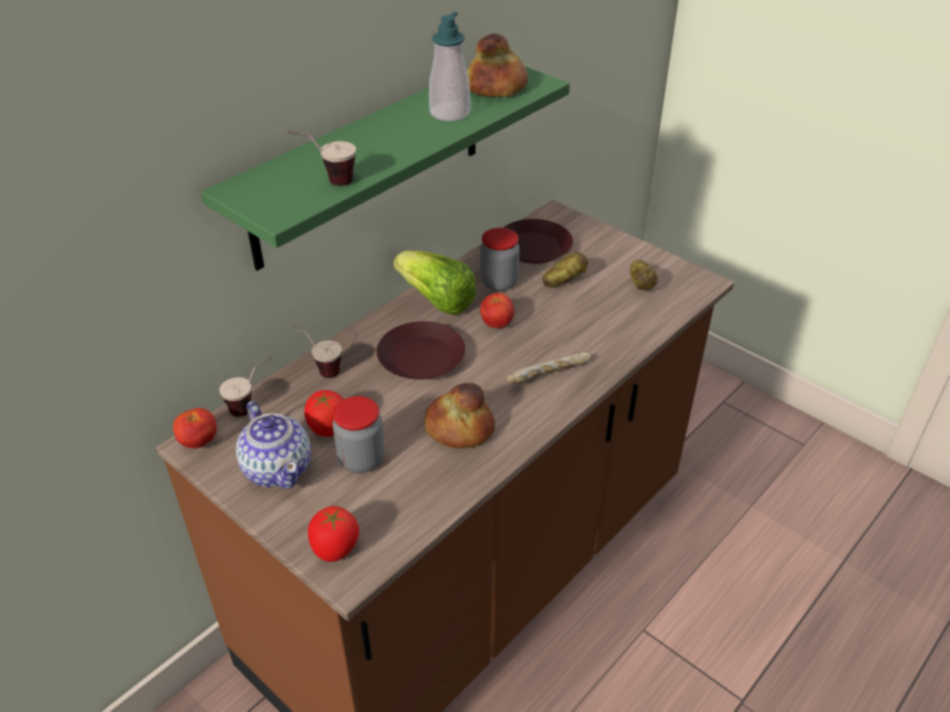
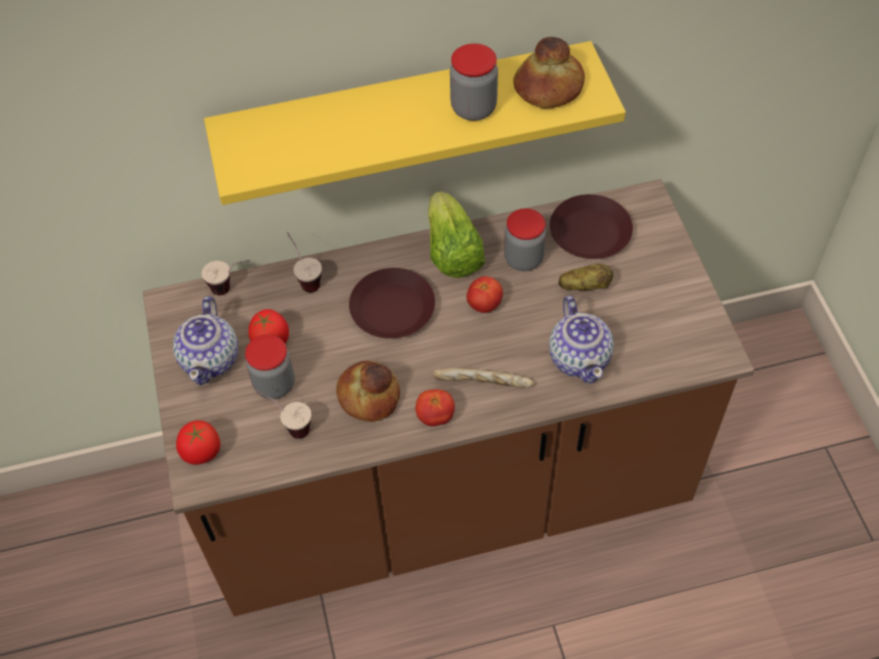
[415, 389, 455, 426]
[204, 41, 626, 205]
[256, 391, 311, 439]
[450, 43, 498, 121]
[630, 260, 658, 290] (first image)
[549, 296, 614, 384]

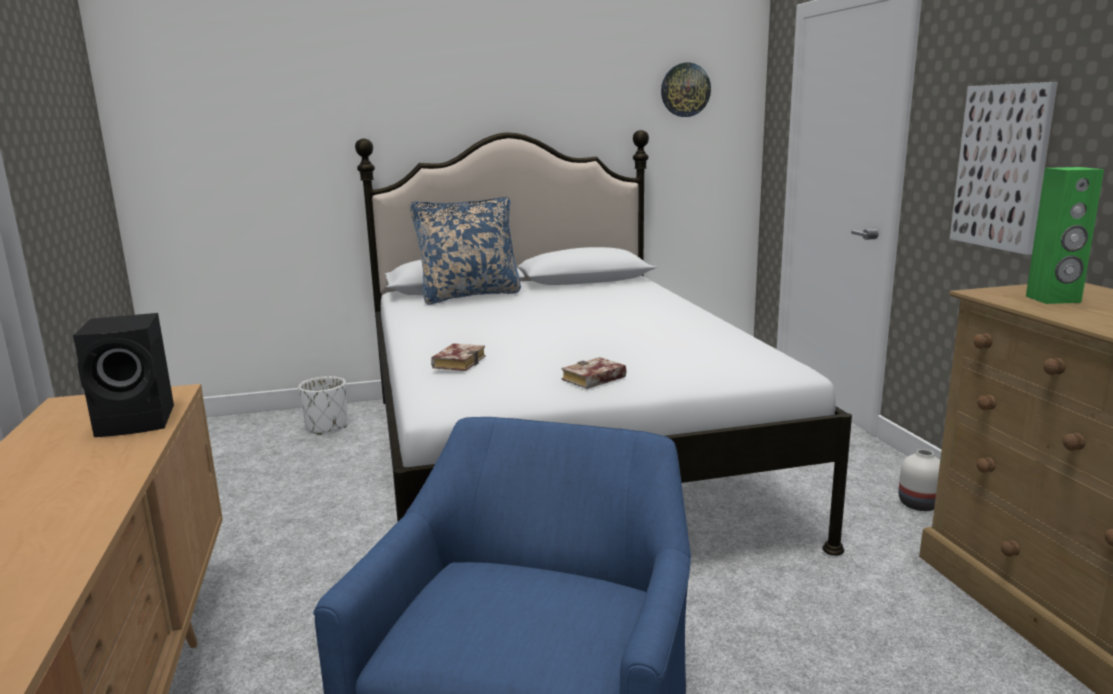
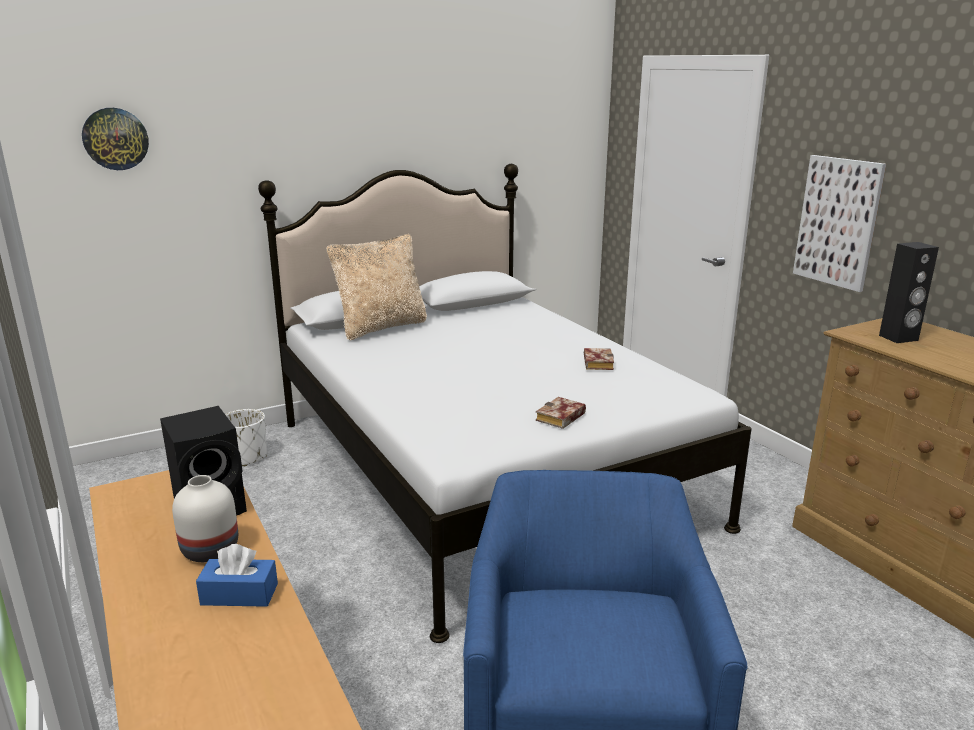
[326, 233, 427, 340]
[584, 348, 614, 370]
[82, 108, 149, 170]
[172, 475, 238, 562]
[879, 242, 939, 343]
[196, 544, 278, 607]

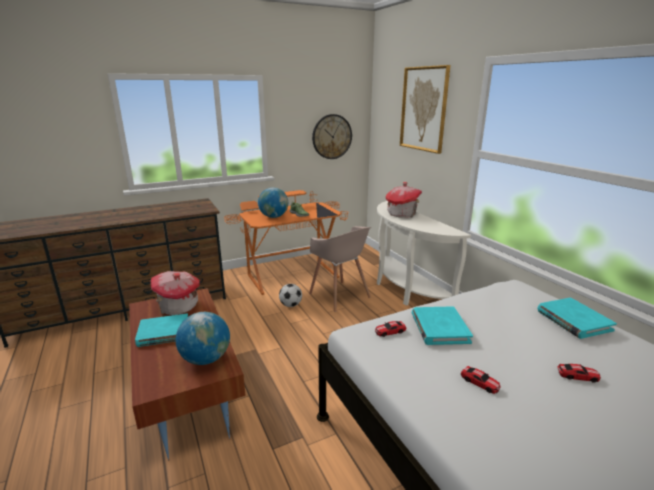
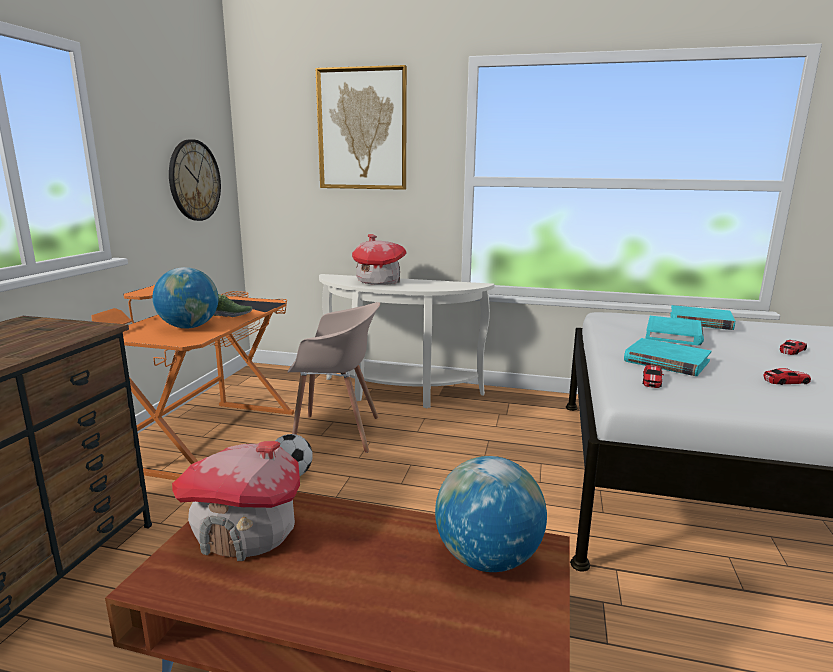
[645, 316, 704, 345]

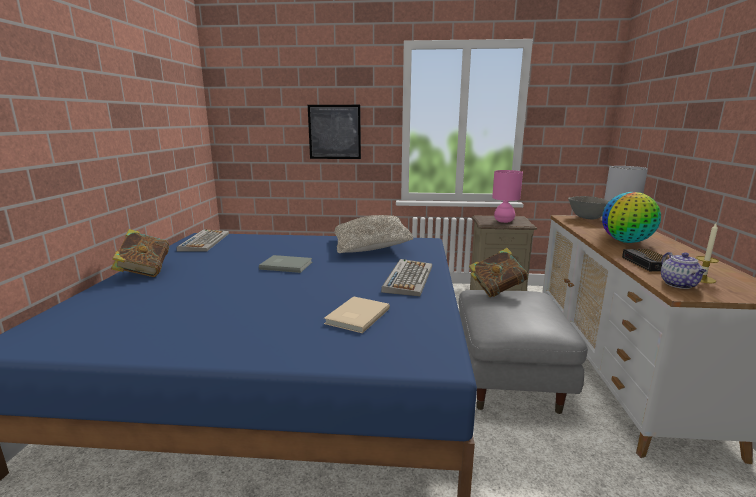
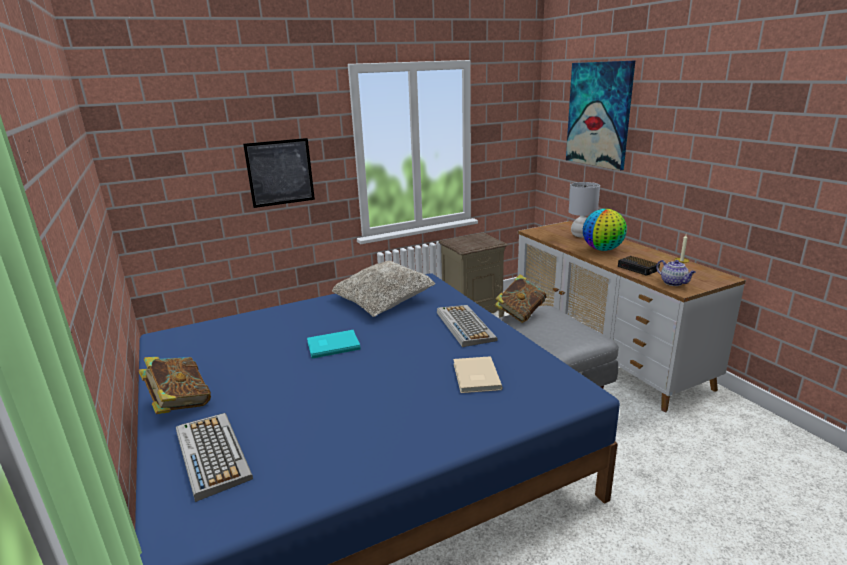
[176, 413, 253, 502]
[307, 330, 361, 359]
[492, 170, 523, 223] (first image)
[568, 196, 609, 219] (first image)
[566, 61, 635, 171]

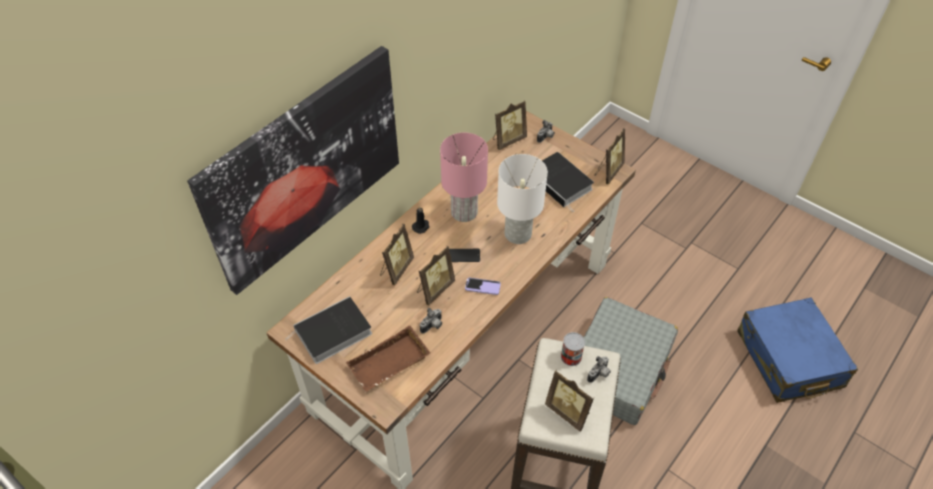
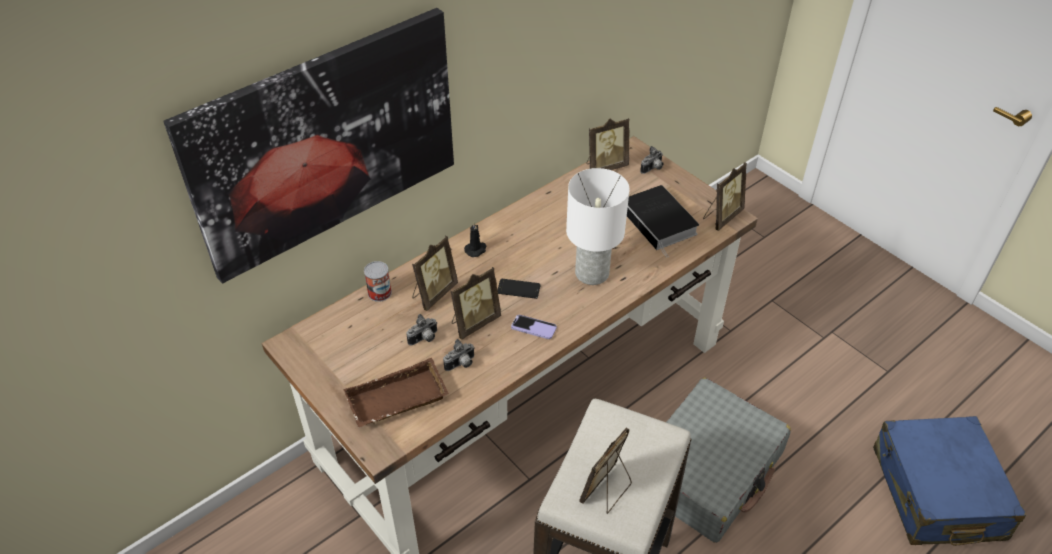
[286, 296, 372, 364] (first image)
[440, 133, 488, 222] (first image)
[579, 428, 632, 514]
[364, 261, 392, 302]
[406, 314, 437, 346]

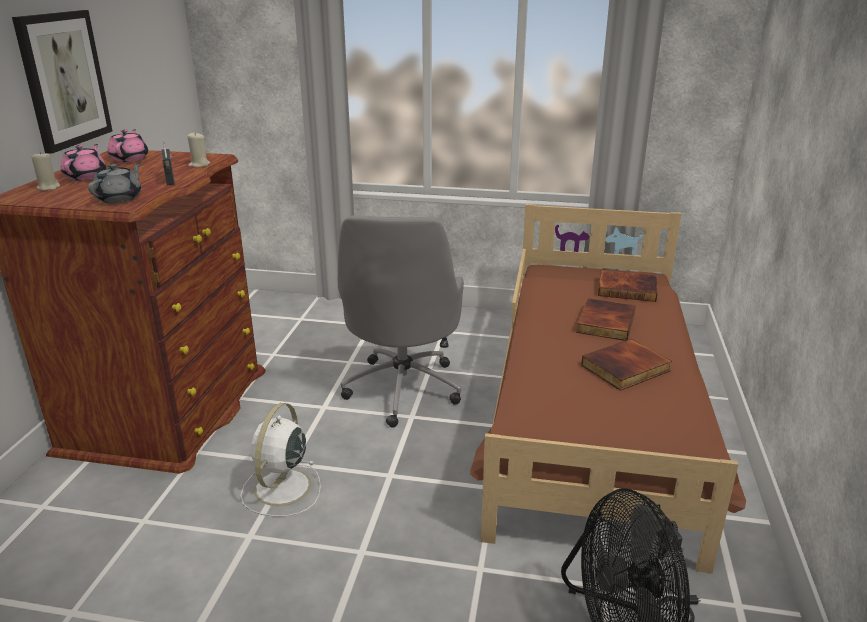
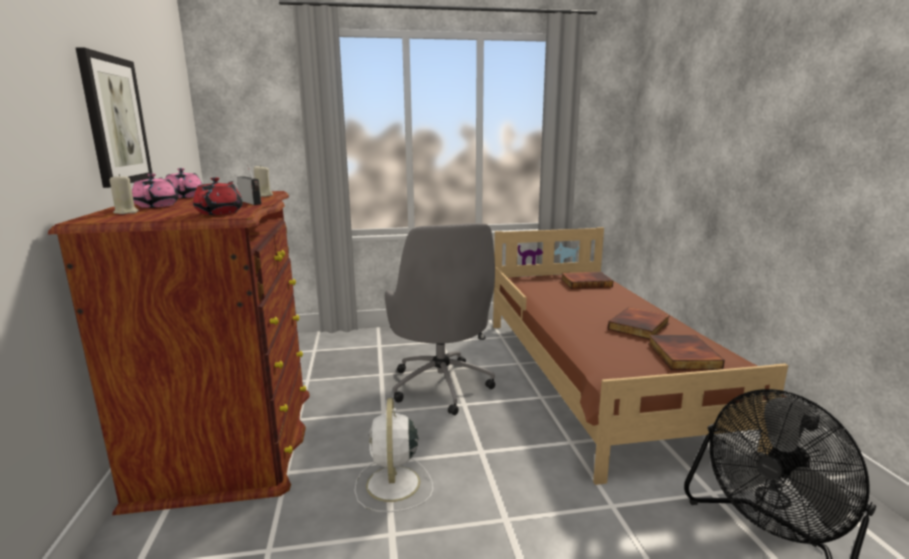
[193, 177, 243, 215]
[648, 335, 725, 370]

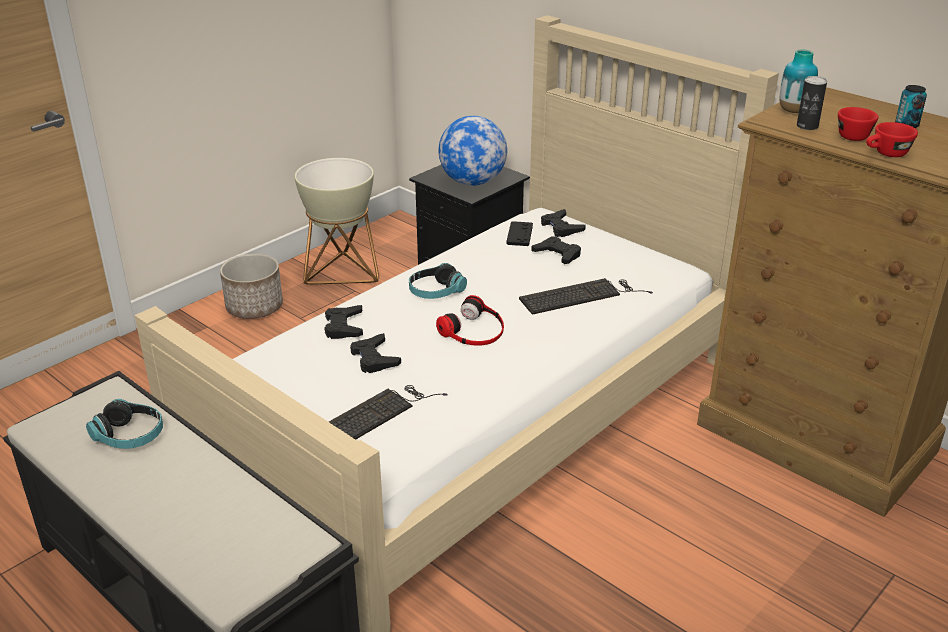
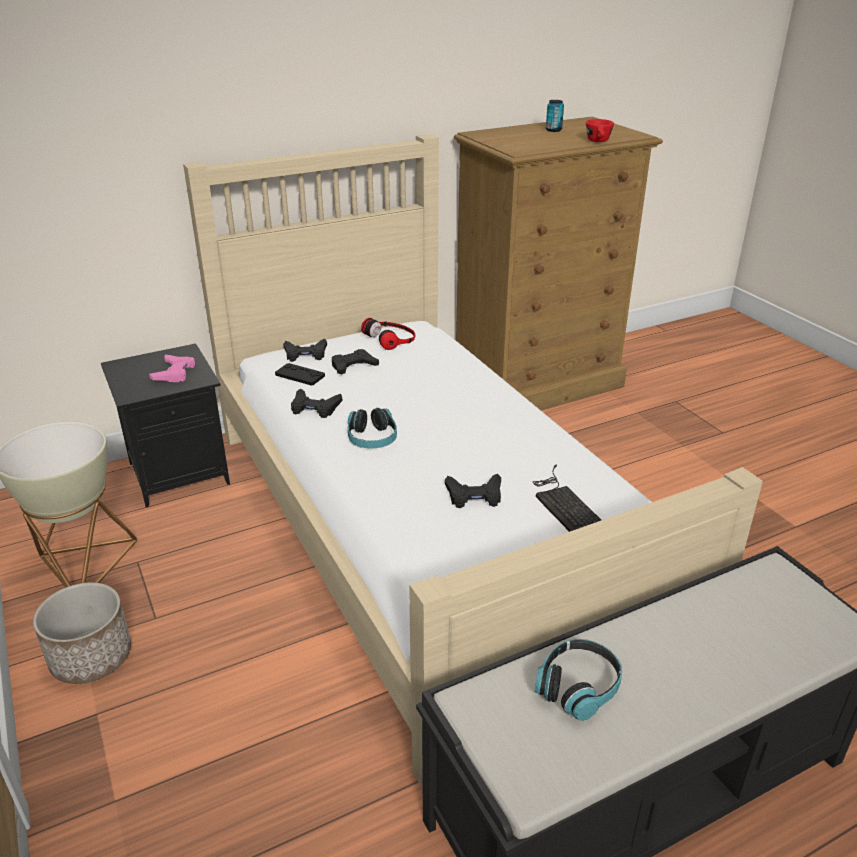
[291, 389, 342, 418]
[361, 318, 415, 350]
[149, 355, 195, 382]
[519, 278, 653, 315] (first image)
[780, 50, 818, 113] (first image)
[797, 76, 827, 130] (first image)
[838, 107, 878, 141] (first image)

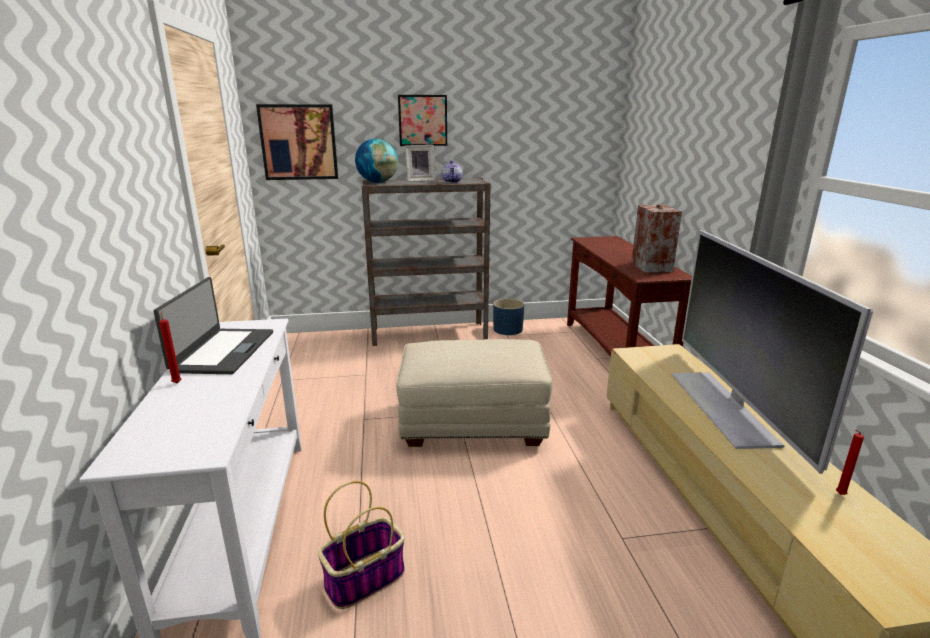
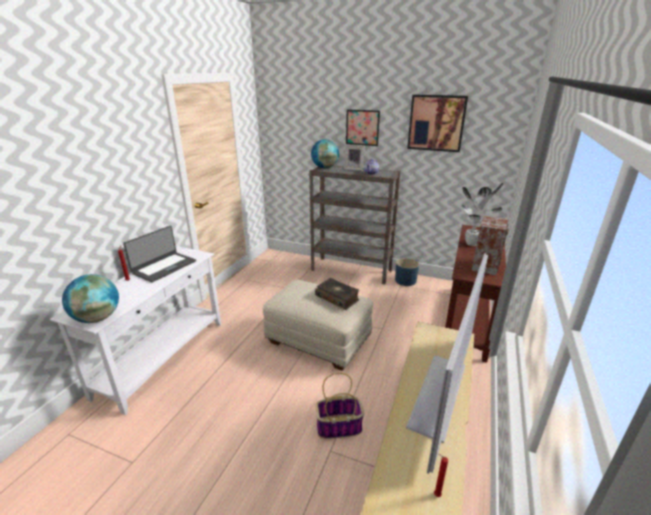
[407, 94, 468, 152]
[316, 373, 364, 439]
[62, 274, 119, 323]
[315, 278, 359, 310]
[461, 183, 503, 246]

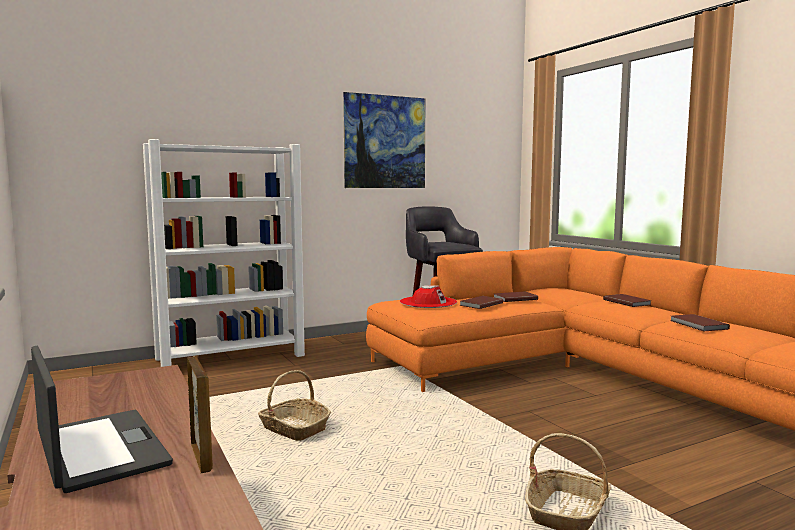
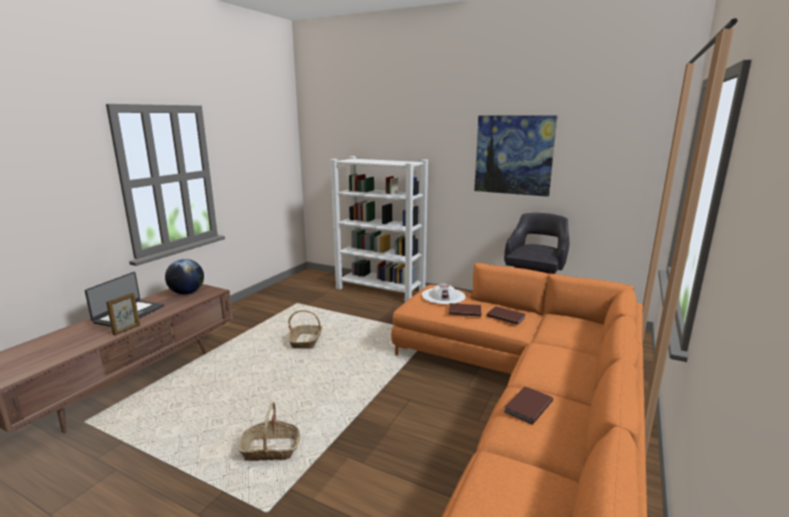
[422, 283, 466, 305]
[603, 294, 652, 307] (first image)
[165, 259, 204, 294]

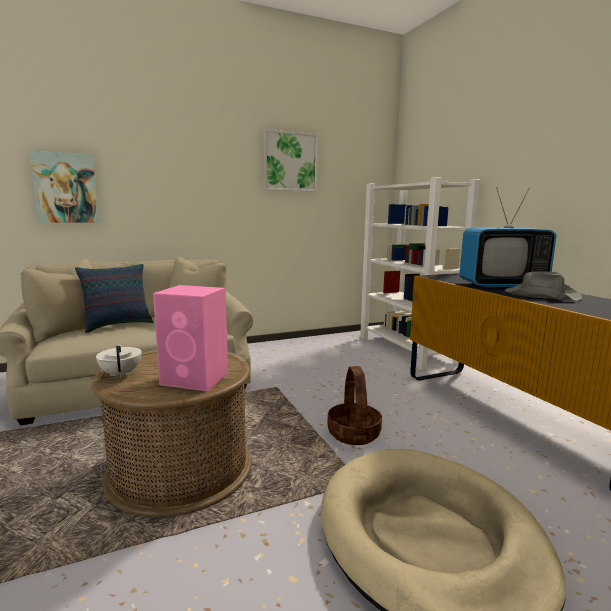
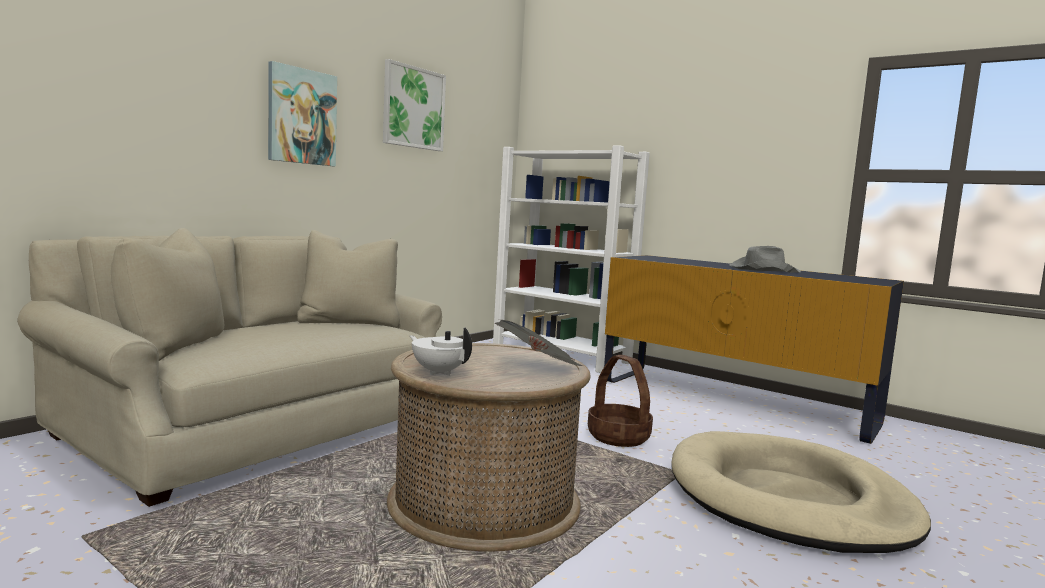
[268, 61, 337, 166]
[75, 264, 153, 333] (first image)
[495, 320, 583, 366]
[459, 187, 557, 288] (first image)

